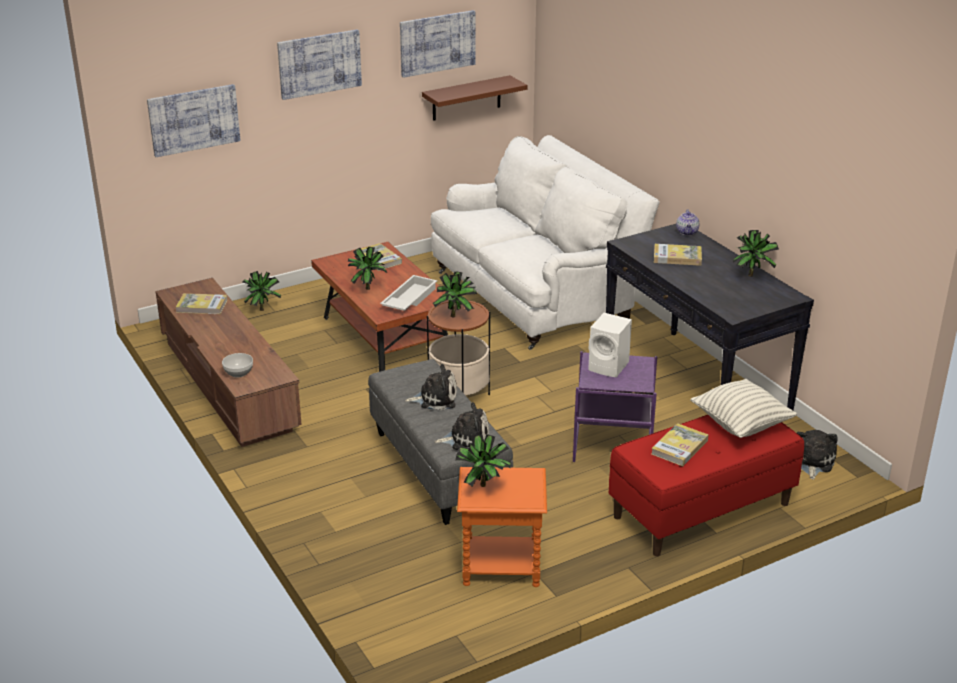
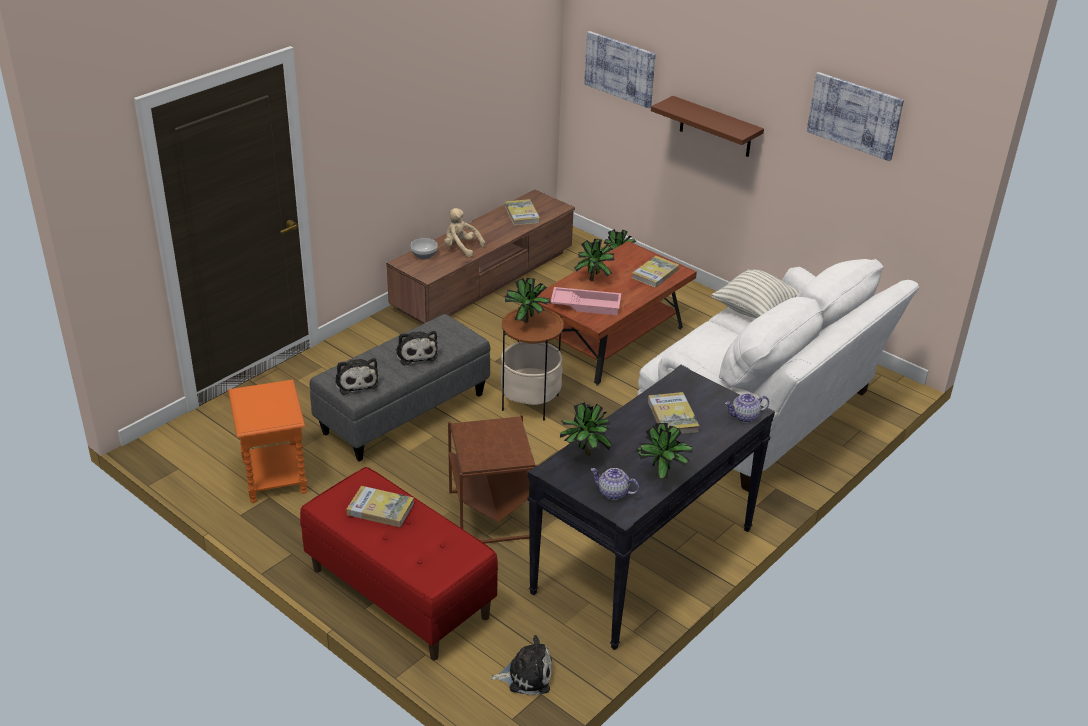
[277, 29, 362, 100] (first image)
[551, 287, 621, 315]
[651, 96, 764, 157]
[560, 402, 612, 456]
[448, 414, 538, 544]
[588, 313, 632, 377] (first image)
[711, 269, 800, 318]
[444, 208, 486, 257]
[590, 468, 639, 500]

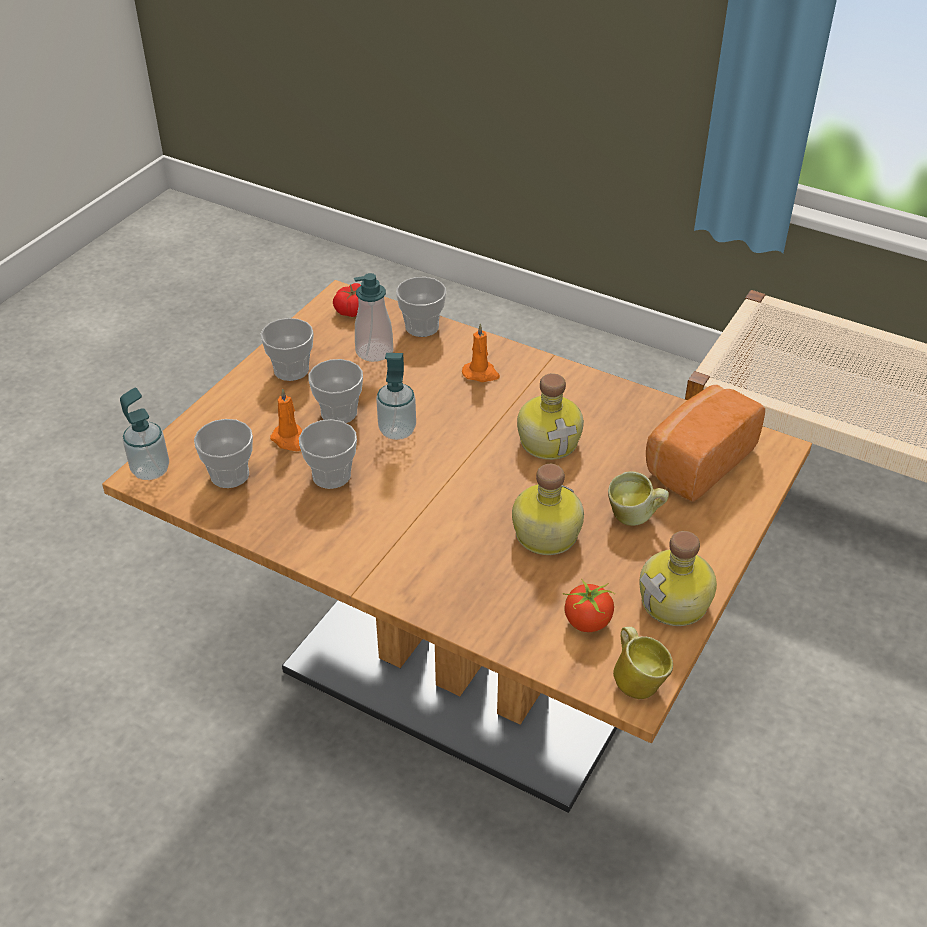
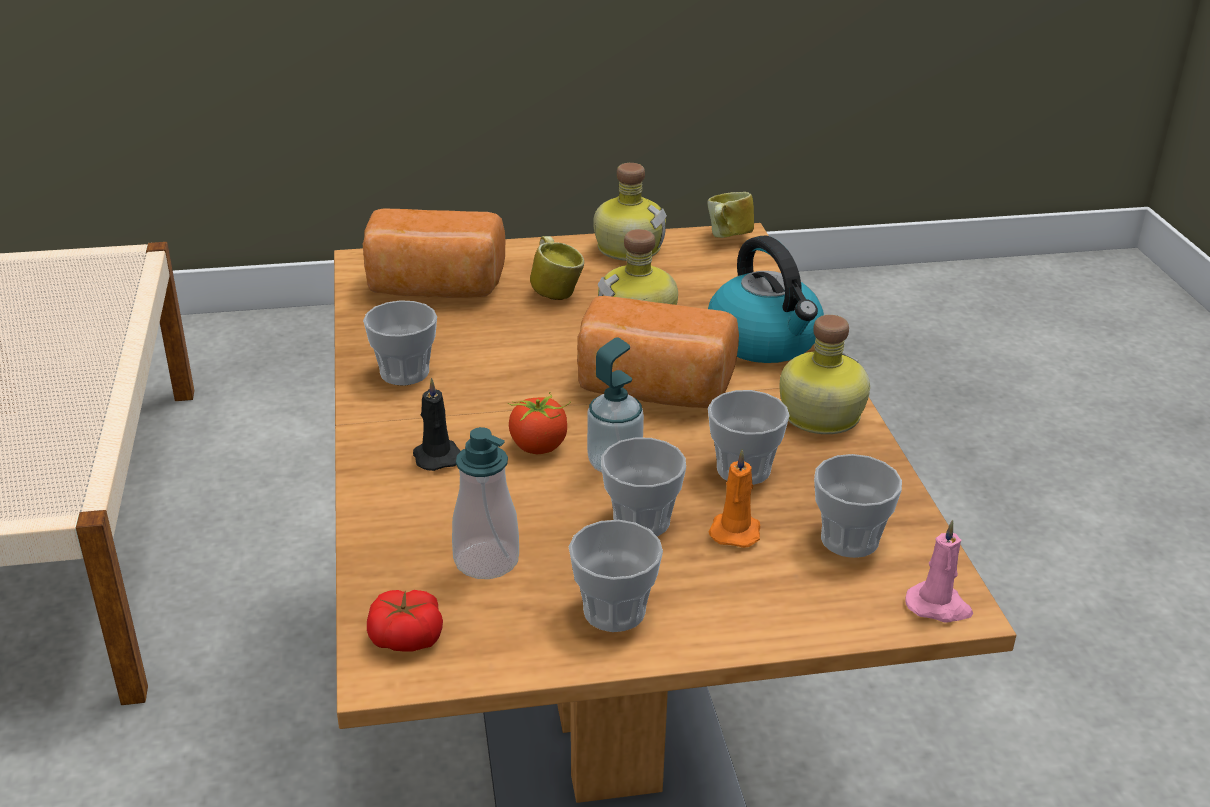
[905, 520, 973, 623]
[363, 300, 437, 386]
[413, 377, 461, 471]
[779, 315, 870, 434]
[508, 392, 571, 454]
[577, 296, 739, 408]
[708, 236, 824, 363]

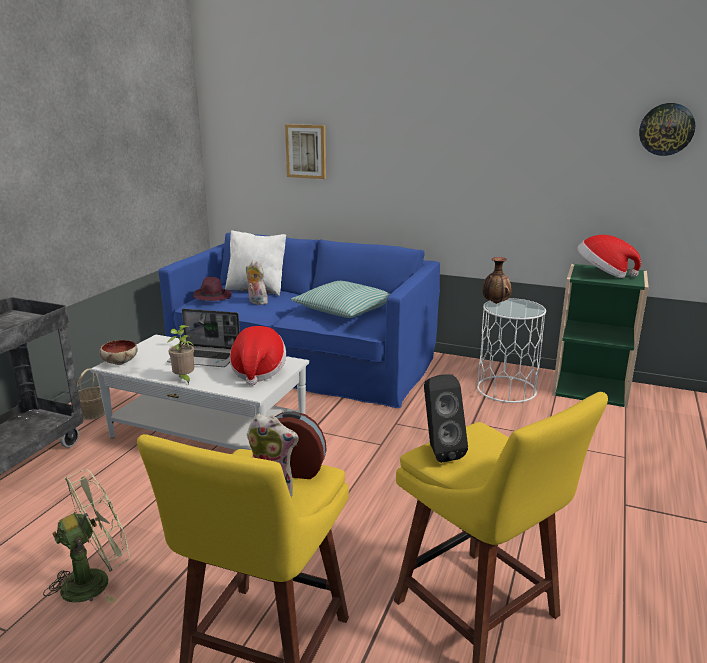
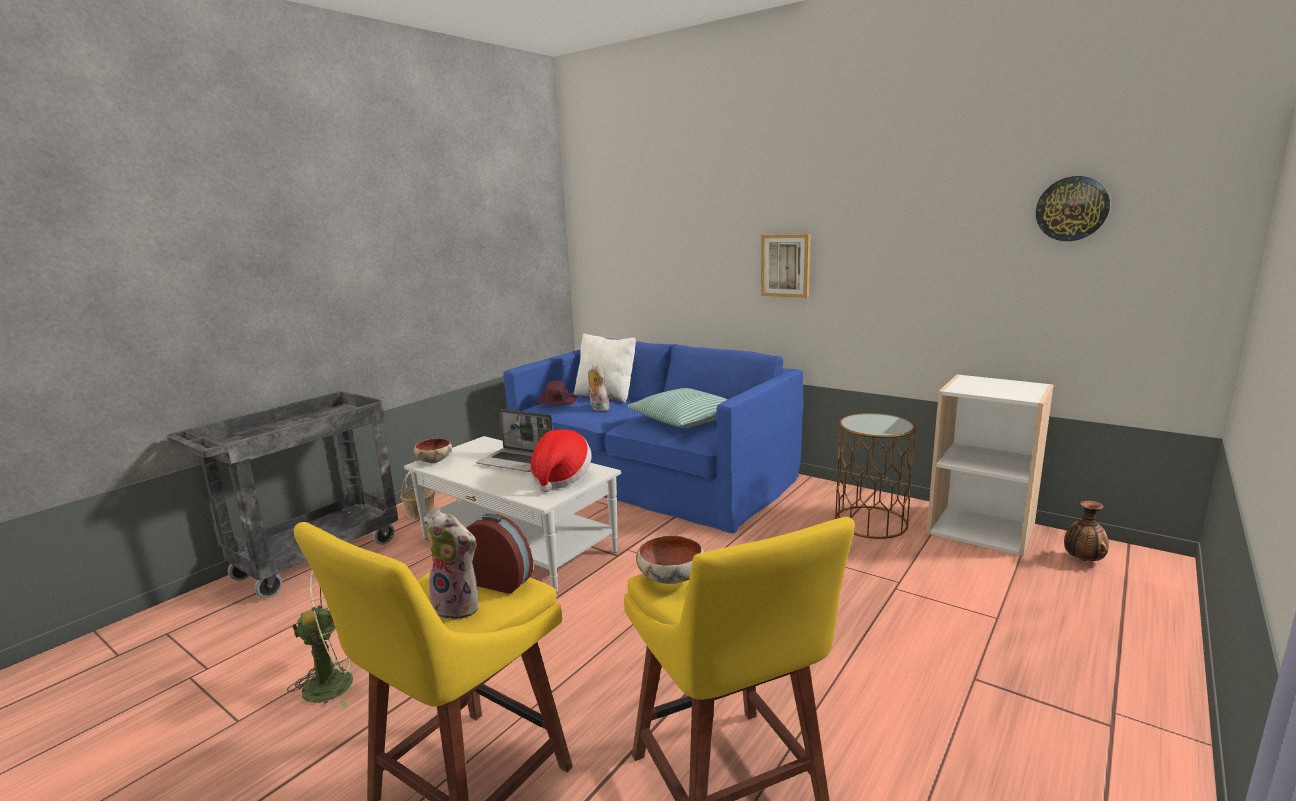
[167, 325, 194, 384] (first image)
[761, 234, 811, 298]
[636, 535, 704, 584]
[835, 413, 916, 539]
[1064, 501, 1109, 561]
[927, 375, 1053, 556]
[577, 235, 641, 278] (first image)

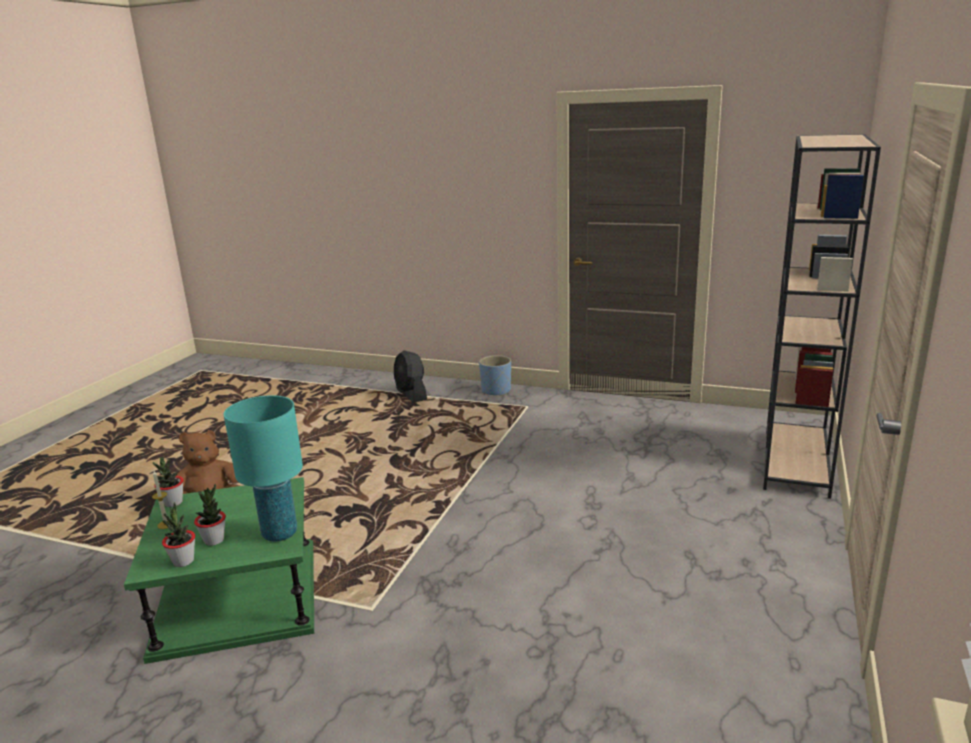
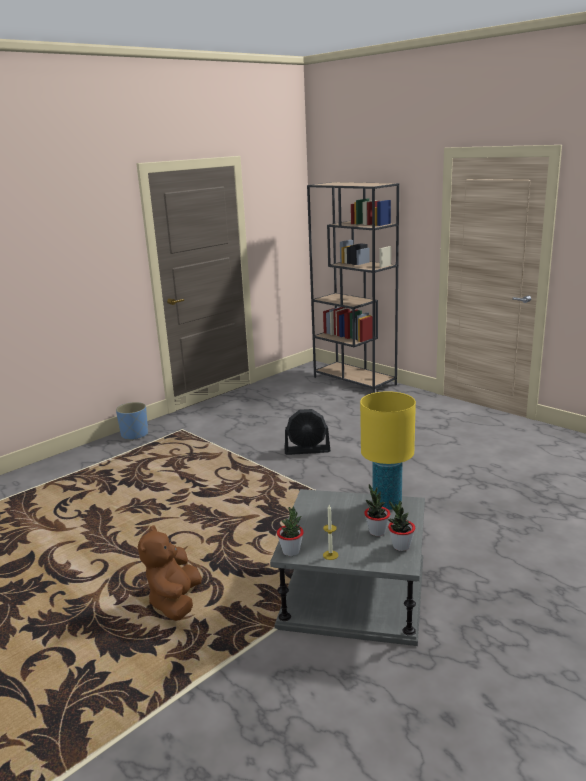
[270, 489, 425, 646]
[360, 391, 416, 510]
[284, 409, 330, 455]

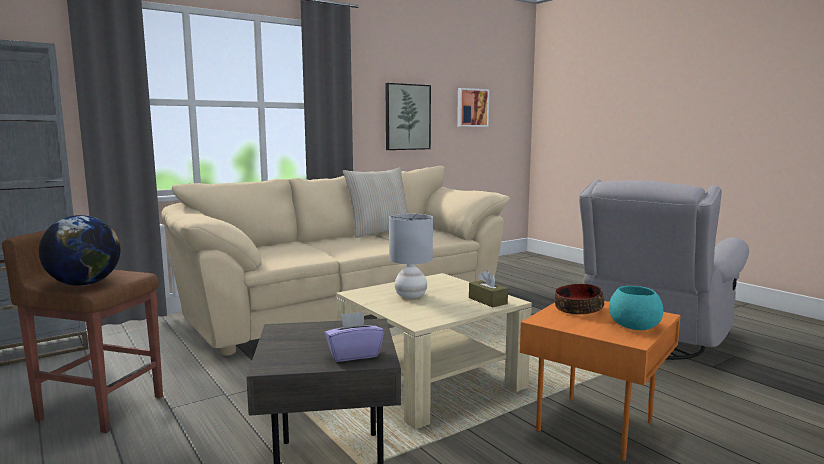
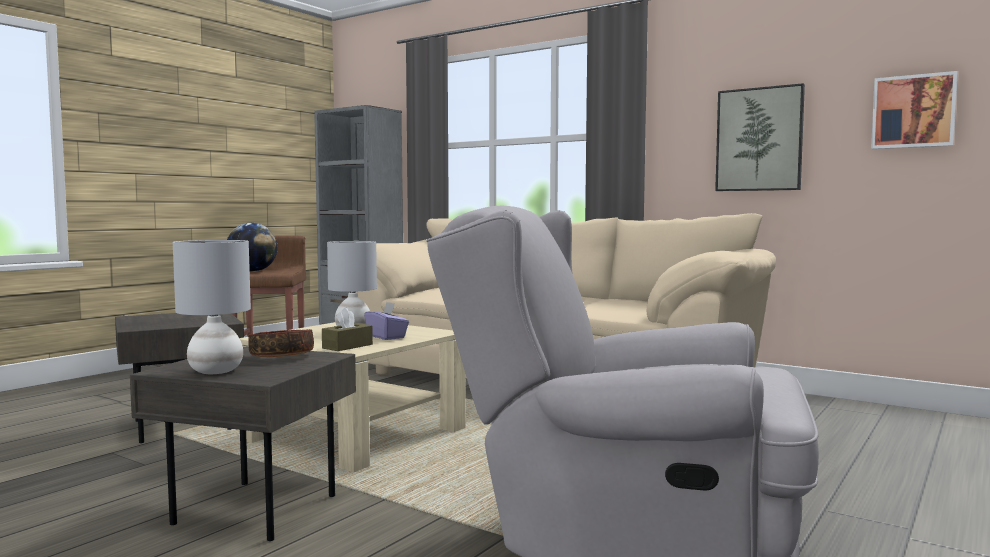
[364, 302, 409, 340]
[343, 167, 408, 238] (first image)
[130, 346, 356, 541]
[173, 240, 251, 374]

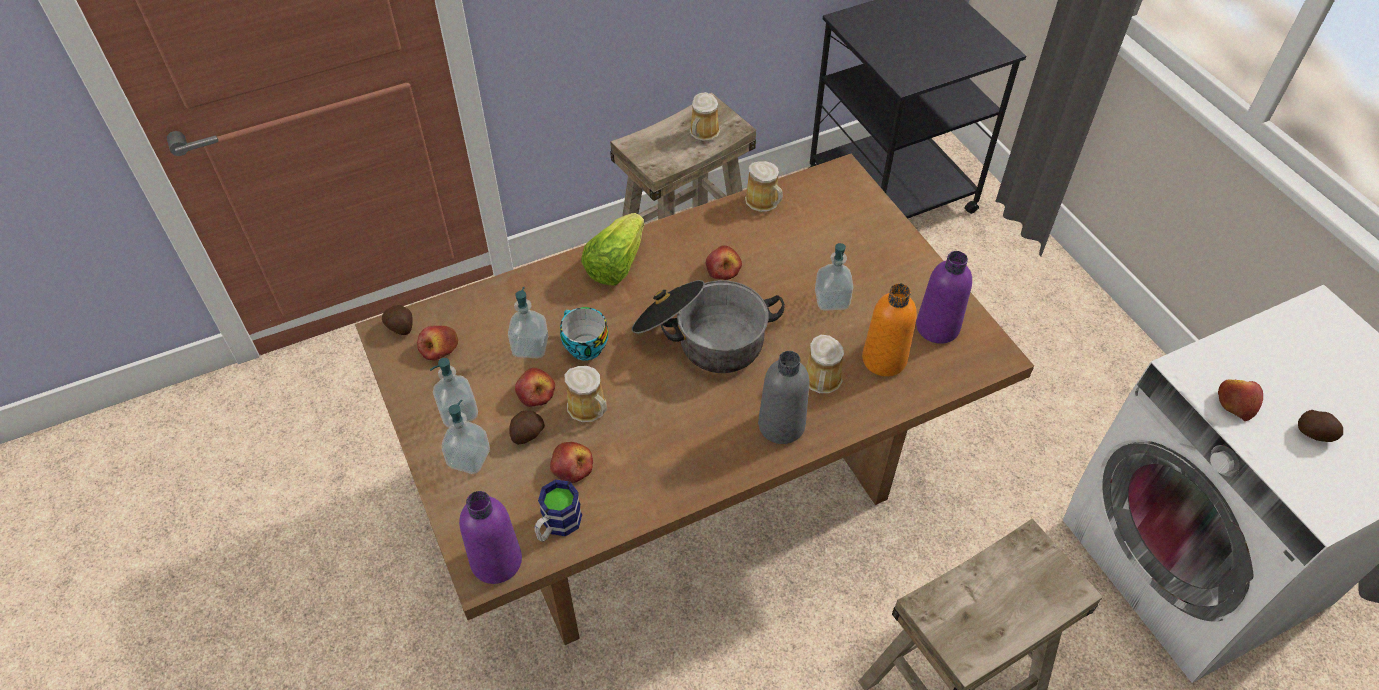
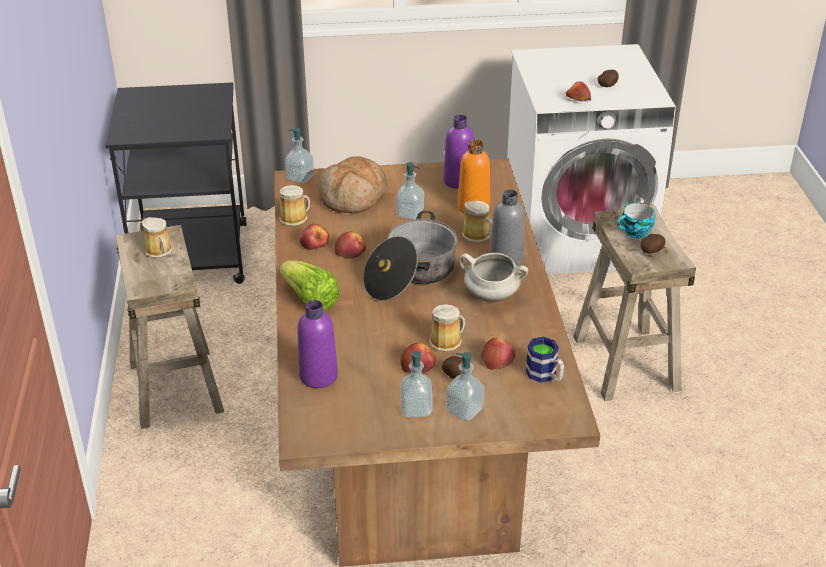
[640, 234, 666, 253]
[300, 224, 329, 250]
[297, 300, 338, 388]
[285, 128, 314, 184]
[617, 203, 655, 239]
[318, 156, 387, 214]
[459, 253, 528, 302]

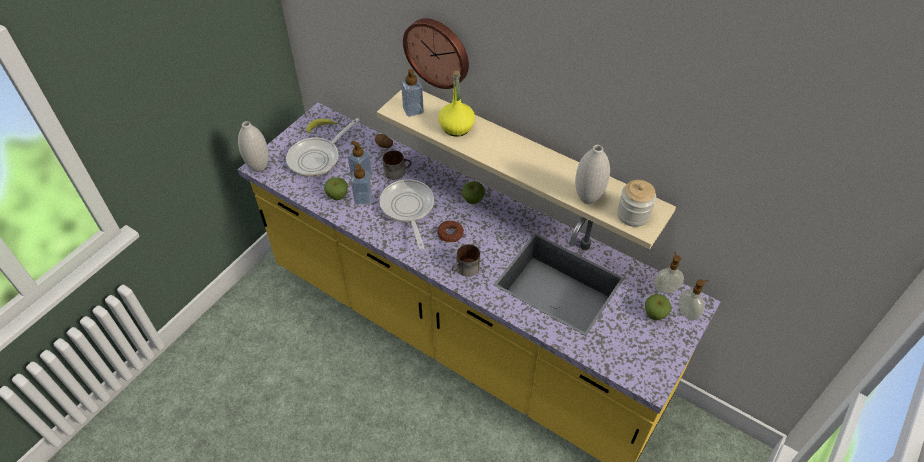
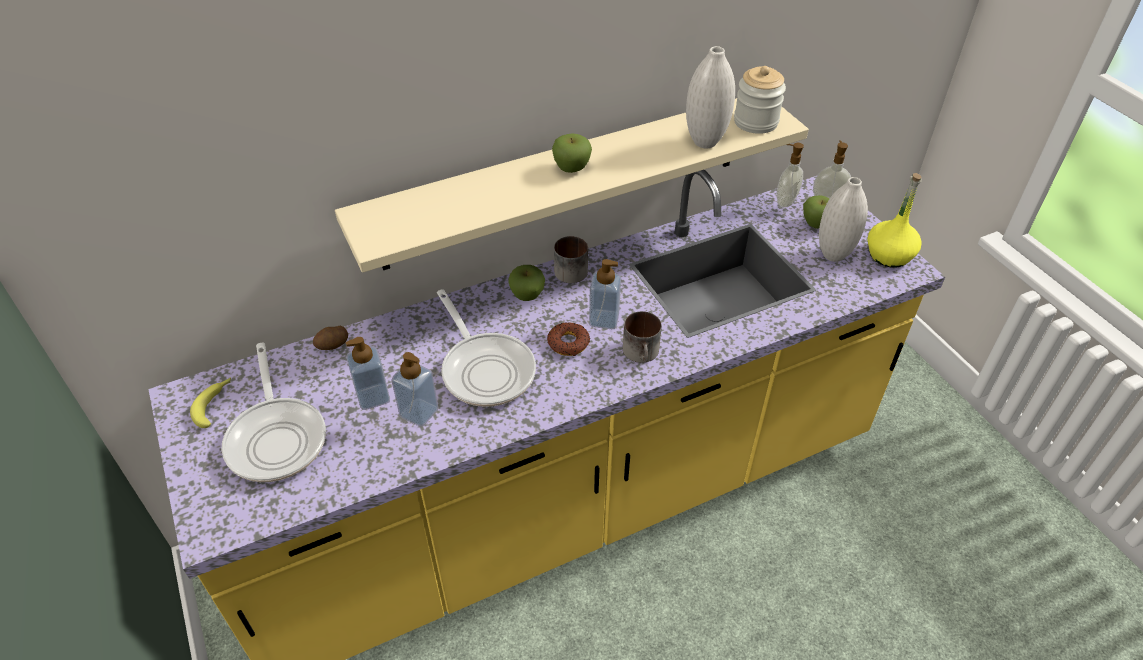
[819, 177, 868, 262]
[552, 133, 592, 173]
[437, 289, 536, 407]
[554, 236, 588, 283]
[589, 259, 621, 329]
[403, 18, 469, 89] (first image)
[868, 173, 922, 268]

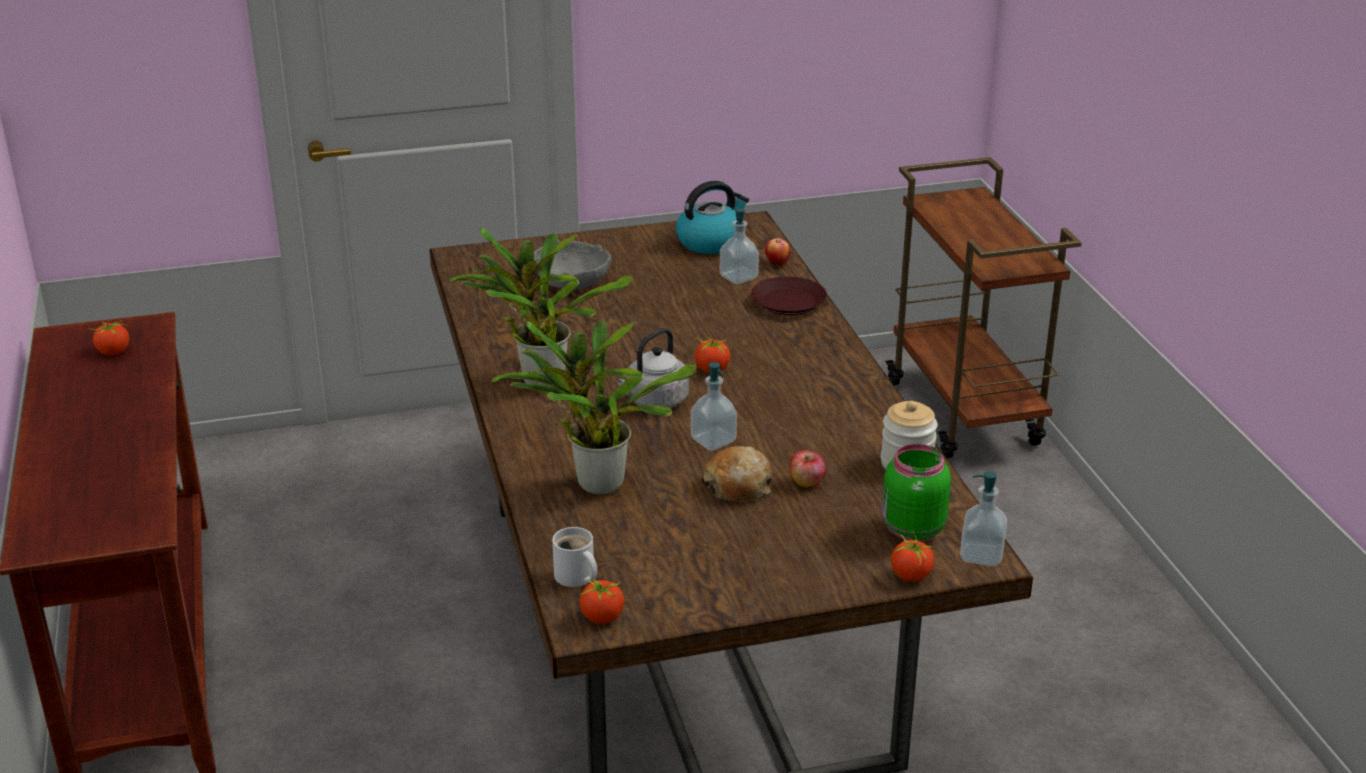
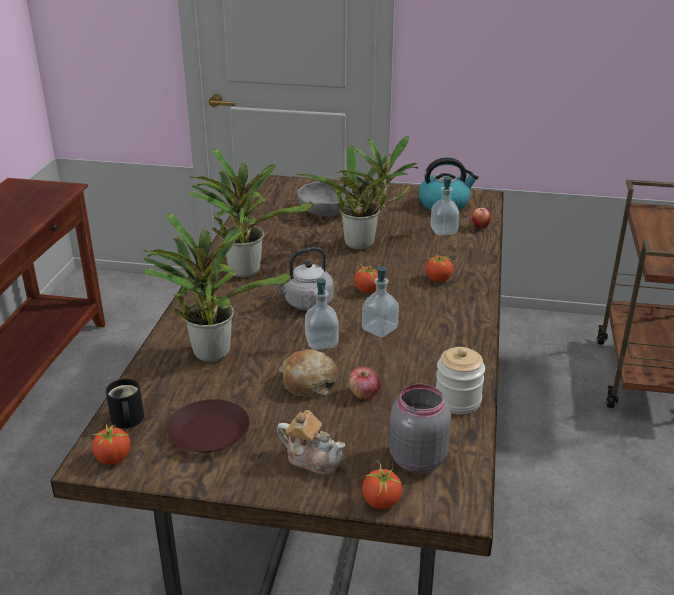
[425, 254, 453, 282]
[106, 379, 144, 428]
[167, 399, 250, 453]
[389, 384, 451, 473]
[362, 267, 399, 337]
[277, 410, 345, 475]
[296, 136, 418, 250]

